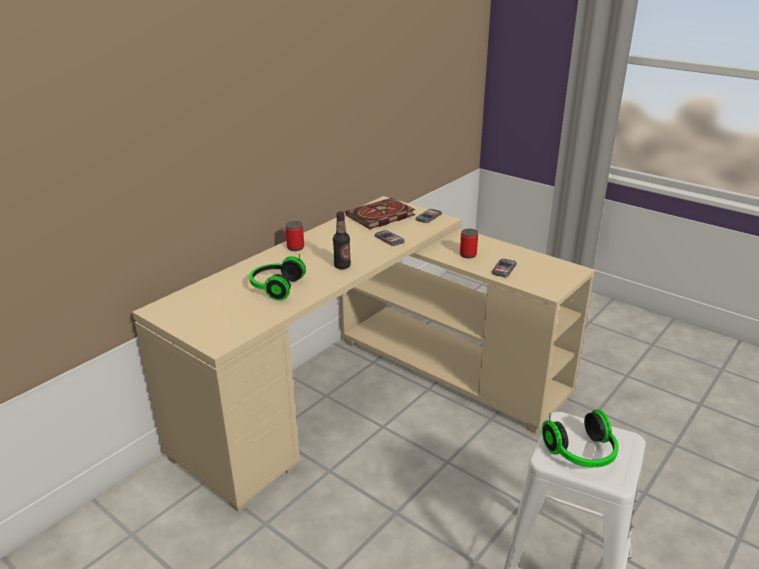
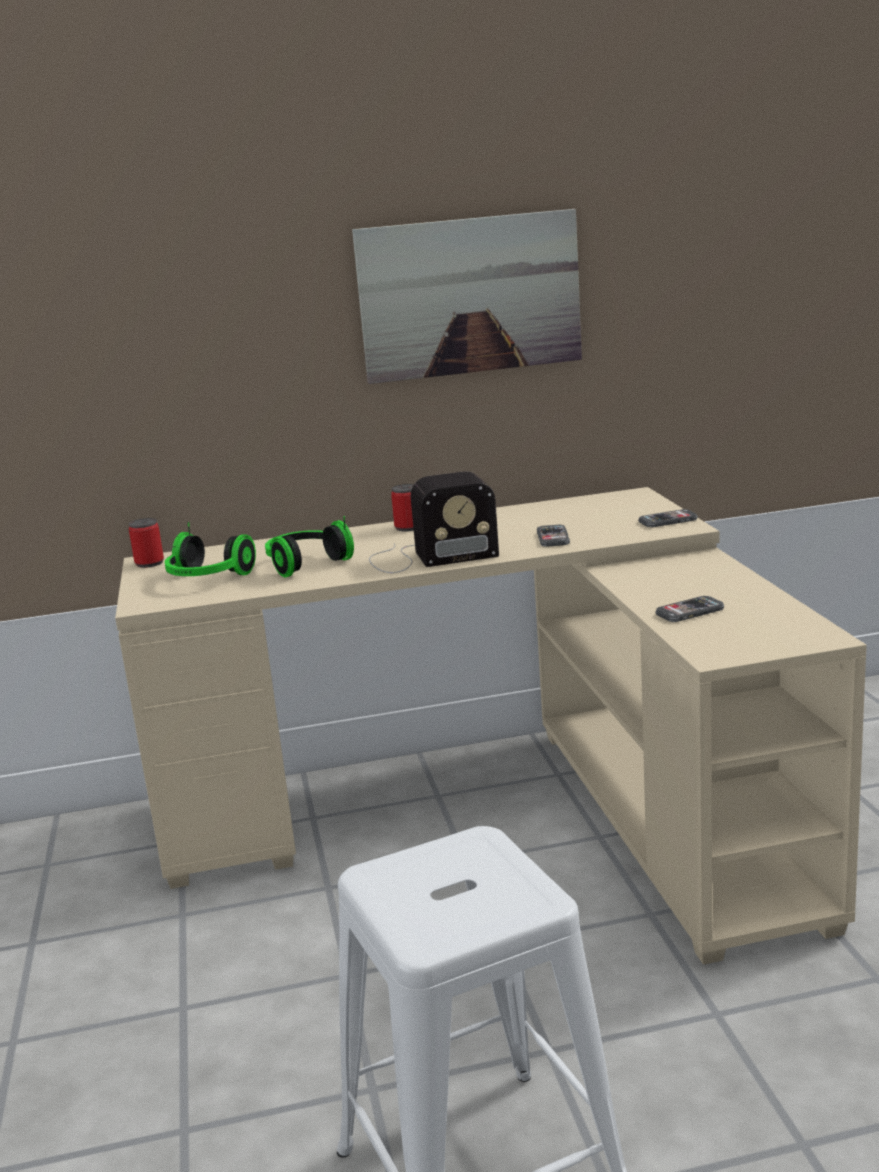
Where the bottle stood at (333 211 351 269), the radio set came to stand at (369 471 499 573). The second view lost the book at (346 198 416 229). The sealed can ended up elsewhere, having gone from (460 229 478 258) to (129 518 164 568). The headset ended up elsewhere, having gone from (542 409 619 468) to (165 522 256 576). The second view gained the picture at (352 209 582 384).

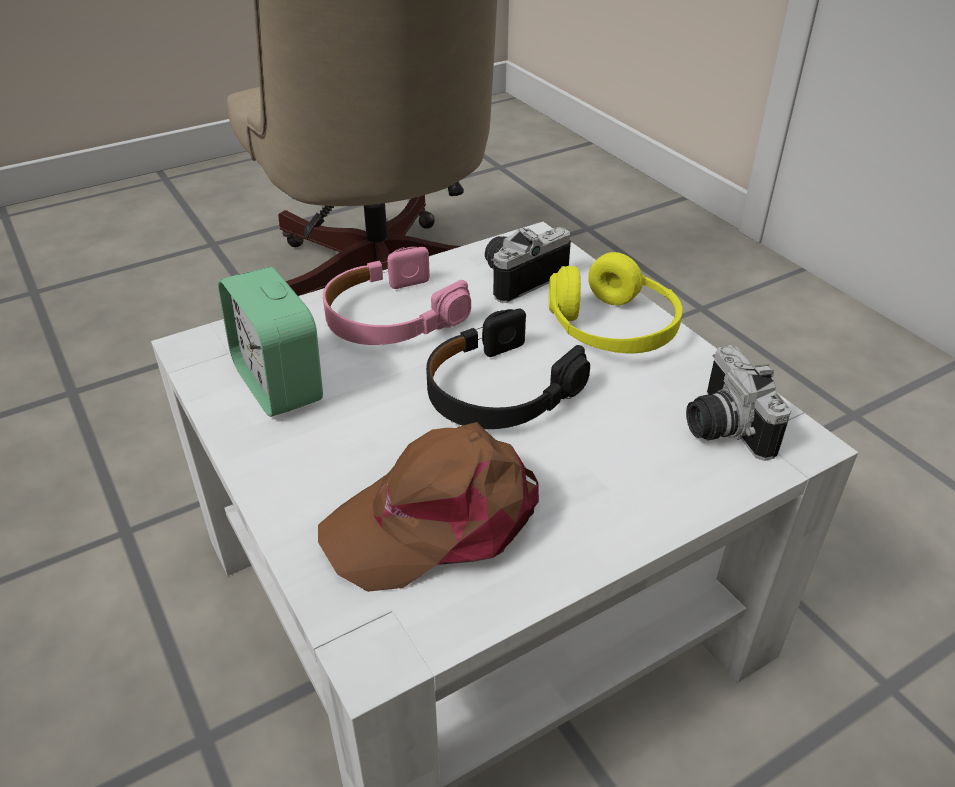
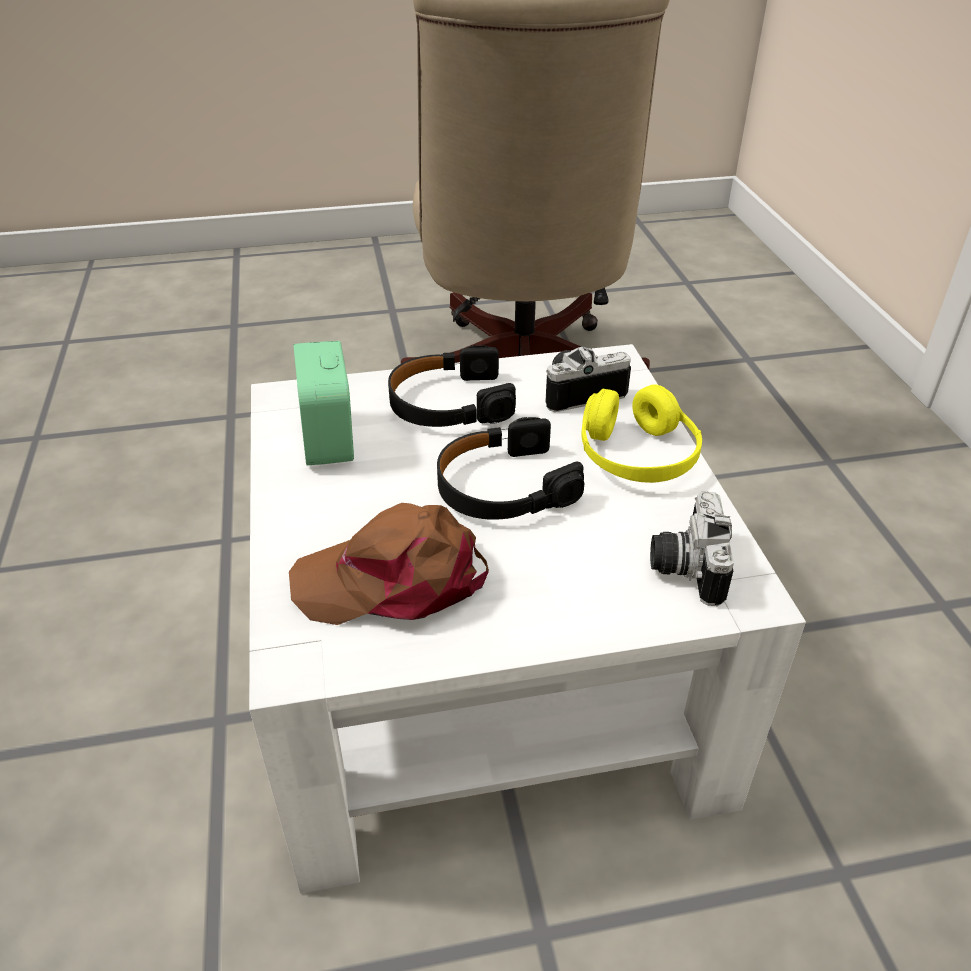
What was the pinkish headset at (323 247 471 345) turned into the black headset at (388 345 516 427).

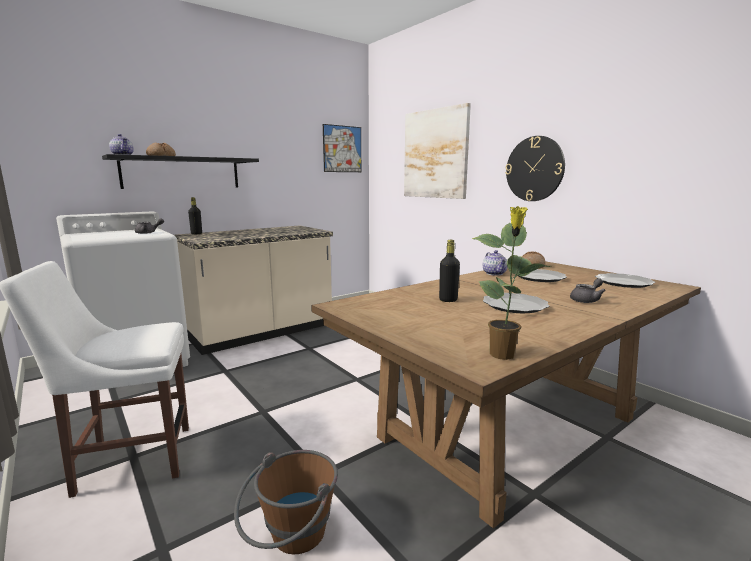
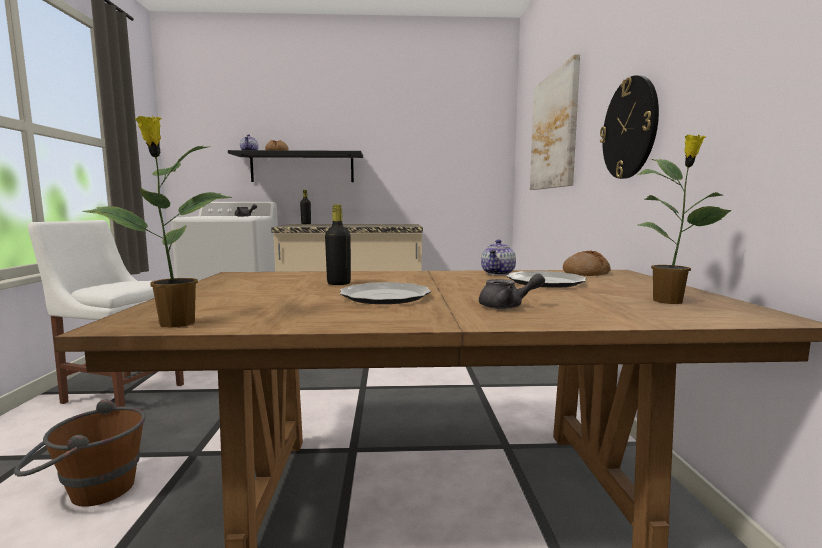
The second view lost the picture at (323 124 361 172). Where the flat dish stood at (595 273 655 288), the plant in a pot came to stand at (637 135 731 304).

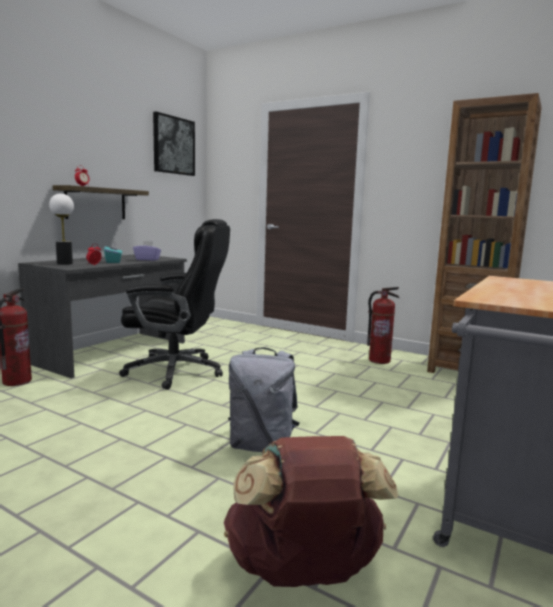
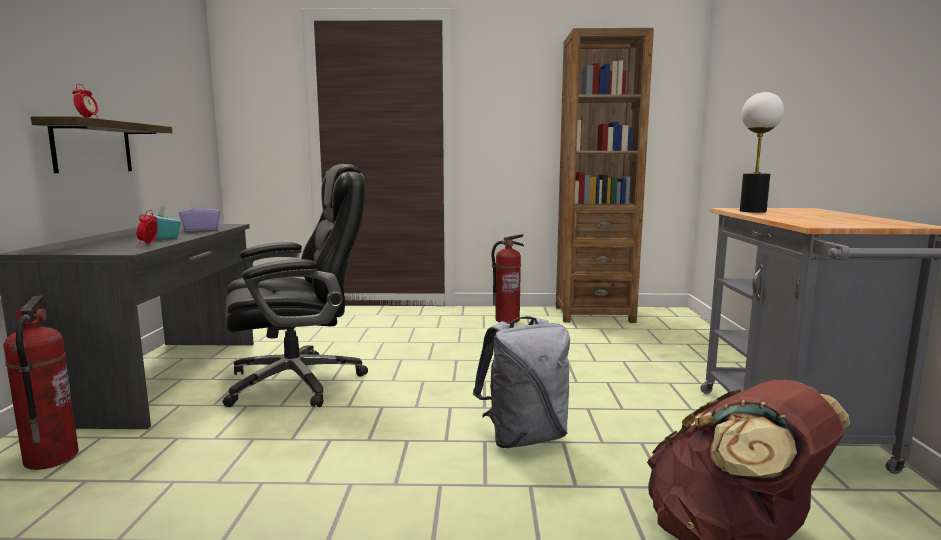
The tabletop lamp ended up elsewhere, having gone from (49 193 74 265) to (740 92 784 213). The second view lost the picture at (153 112 195 176).

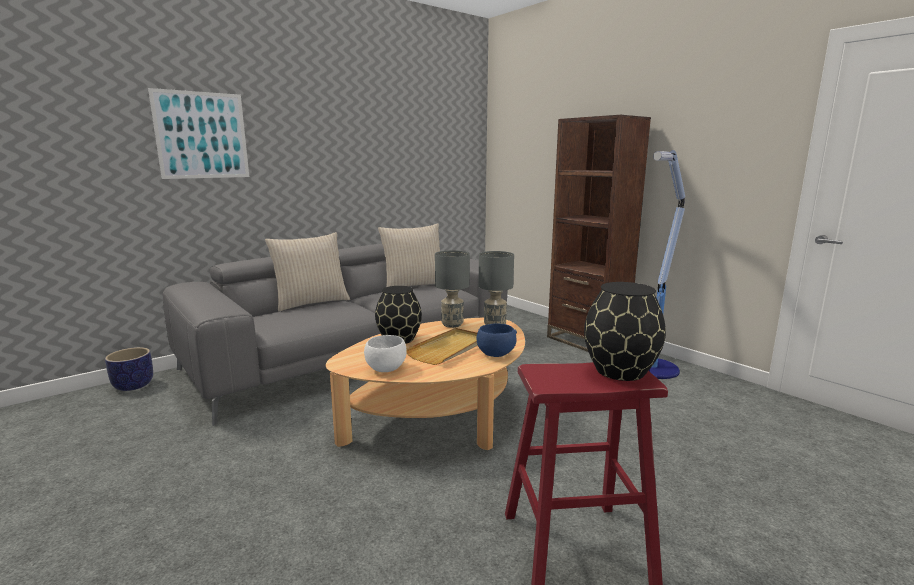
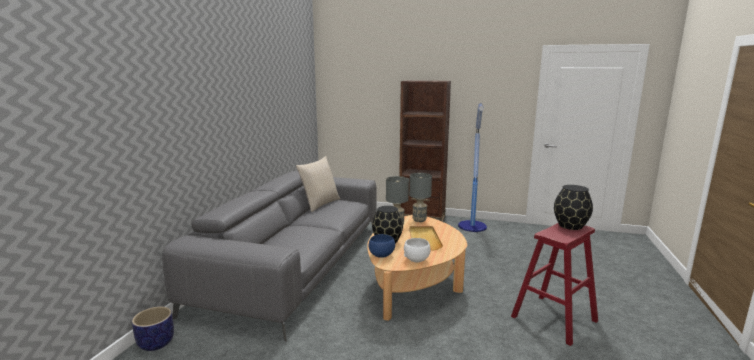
The second view lost the picture at (148 88 249 179). The second view lost the beige throw pillow at (265 232 350 312). The blue-coloured bowl ended up elsewhere, having gone from (477 323 517 357) to (369 234 395 258).

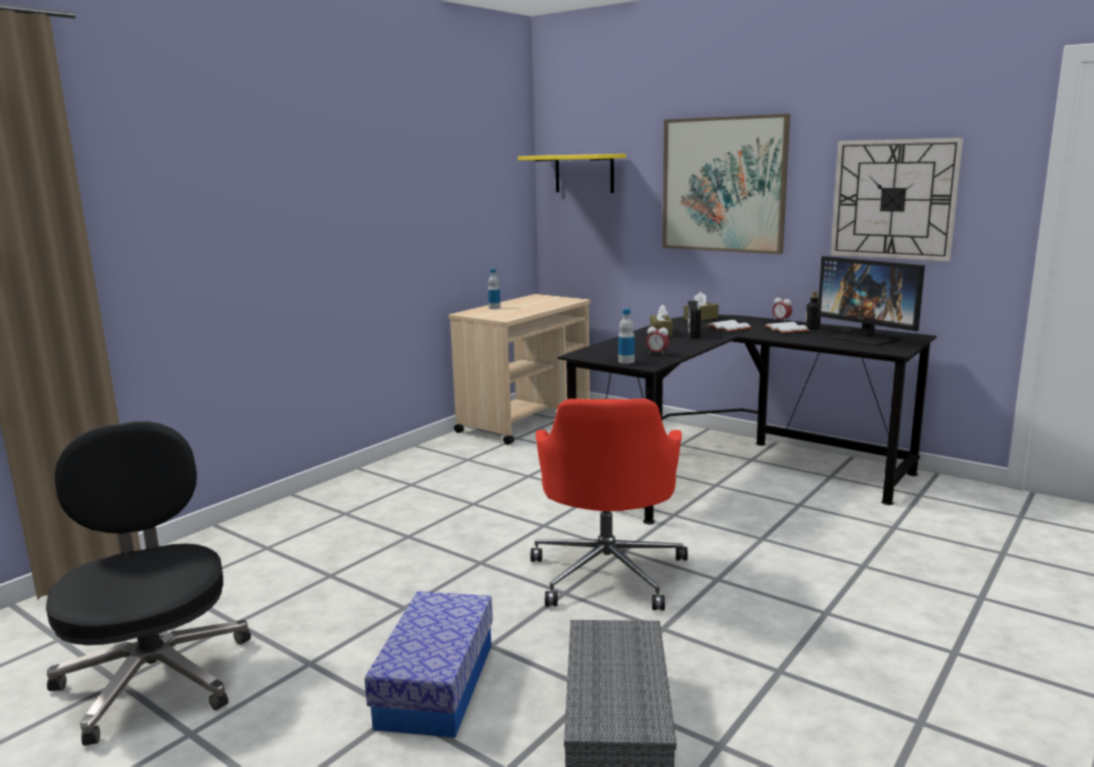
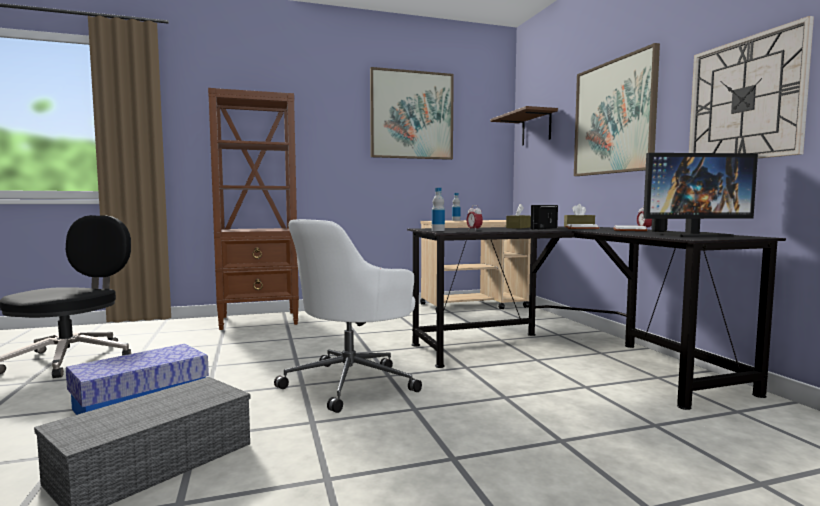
What was the yellow-coloured bracket shelf at (518 154 626 193) turned into the brown bracket shelf at (490 106 558 146). What was the red office chair at (530 399 688 610) turned into the white office chair at (274 219 422 413). The computer display at (818 256 925 346) ended up facing another way, 90 degrees counterclockwise from before. The second view gained the brown bookshelf at (208 88 299 330). The second view gained the picture at (370 67 454 160).

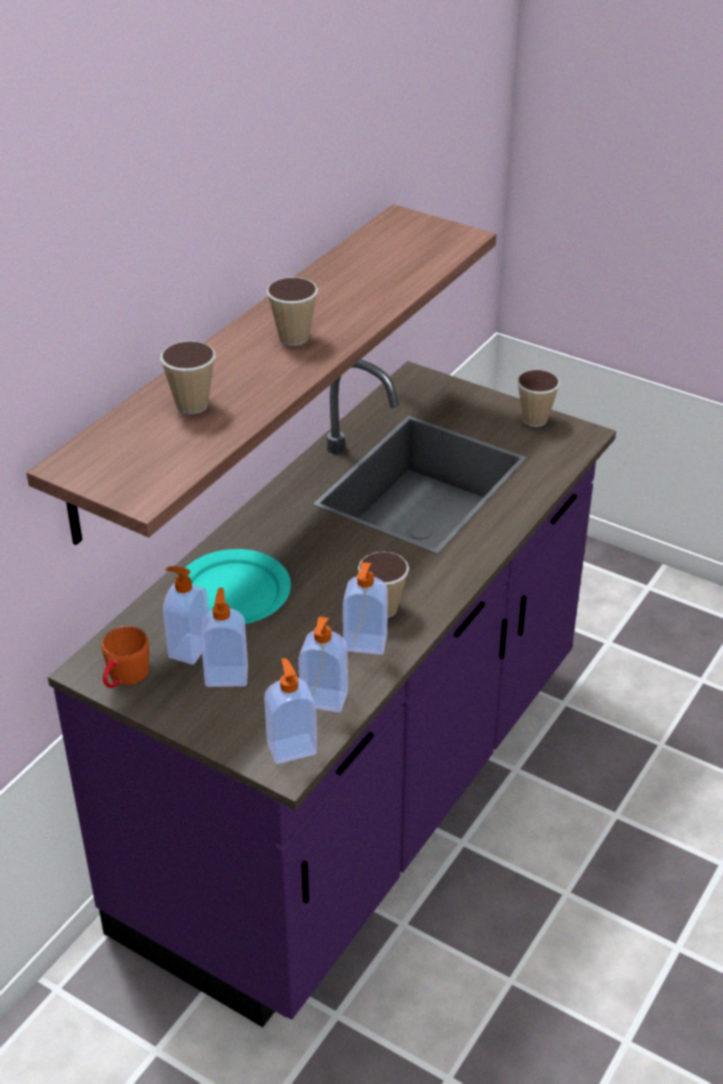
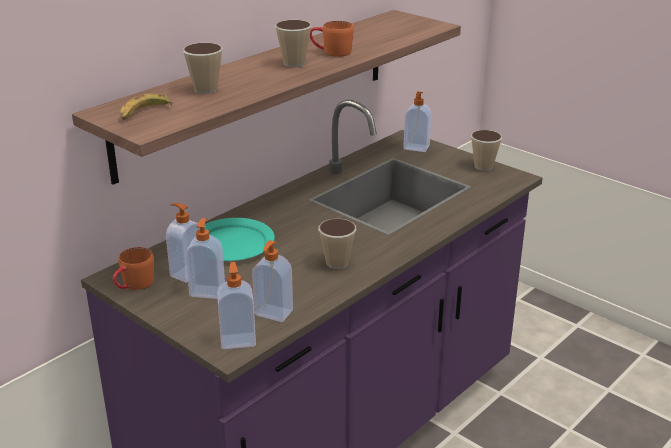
The soap dispenser ended up elsewhere, having gone from (343 562 388 655) to (403 91 432 152). The second view gained the banana at (120 93 172 120). The second view gained the orange-coloured tea mug at (310 21 354 57).

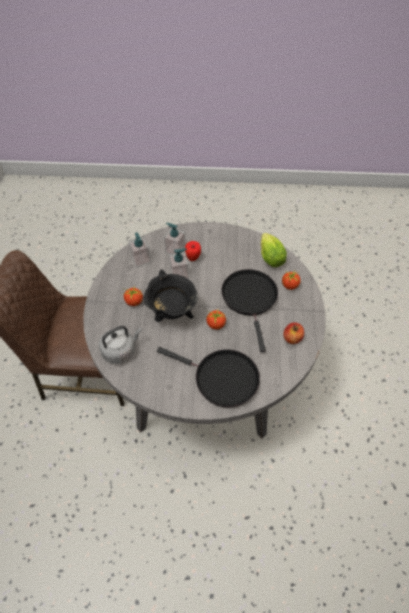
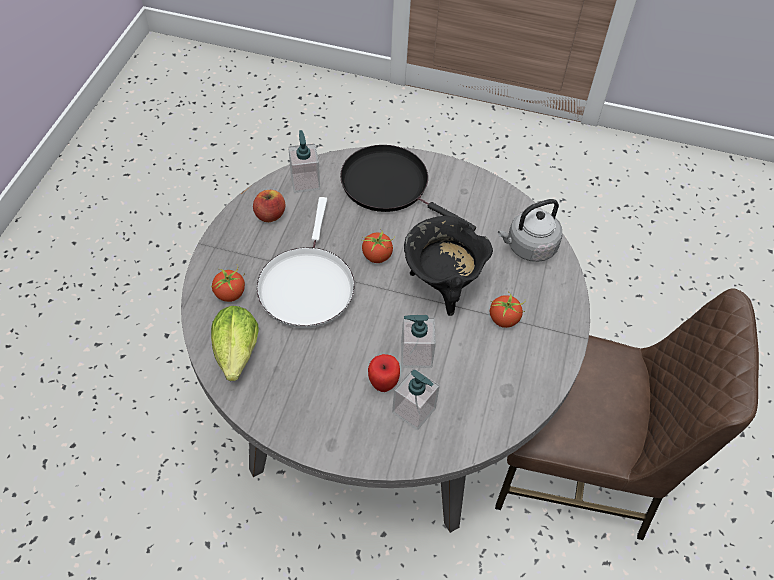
The soap dispenser ended up elsewhere, having gone from (128 233 151 268) to (288 130 320 193). What was the black skillet at (222 269 278 352) turned into the white skillet at (257 197 355 328).

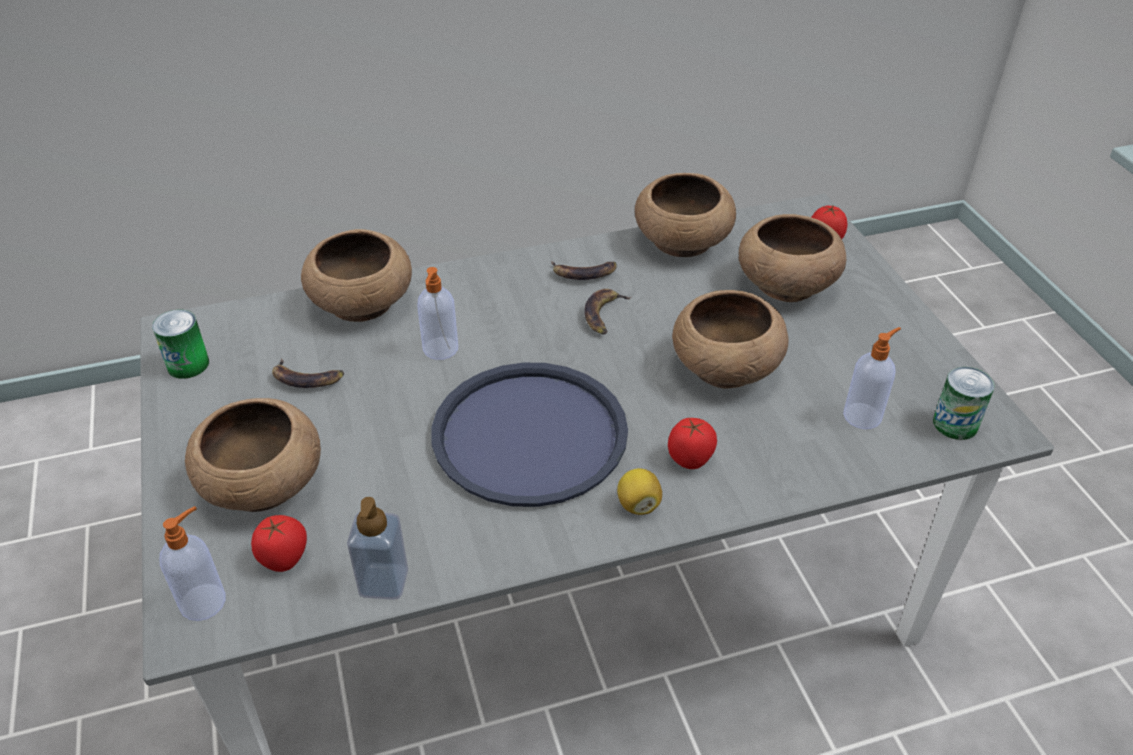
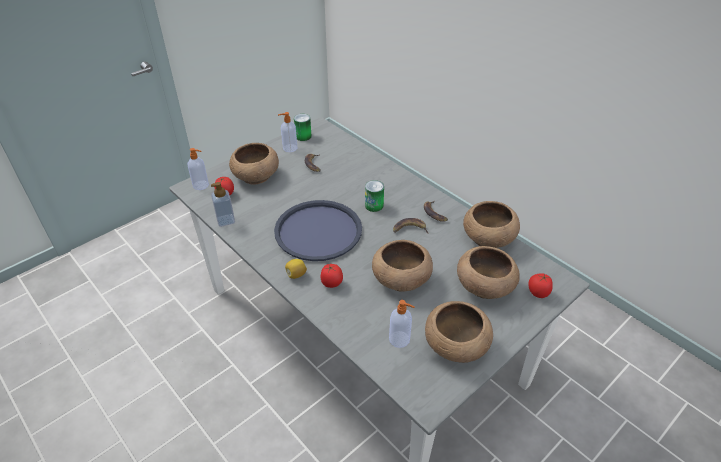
The brown bowl ended up elsewhere, having gone from (301 229 412 322) to (425 301 493 363). The soap dispenser ended up elsewhere, having gone from (417 267 458 360) to (278 112 297 152). The sealed can ended up elsewhere, having gone from (933 367 994 440) to (365 180 384 212).

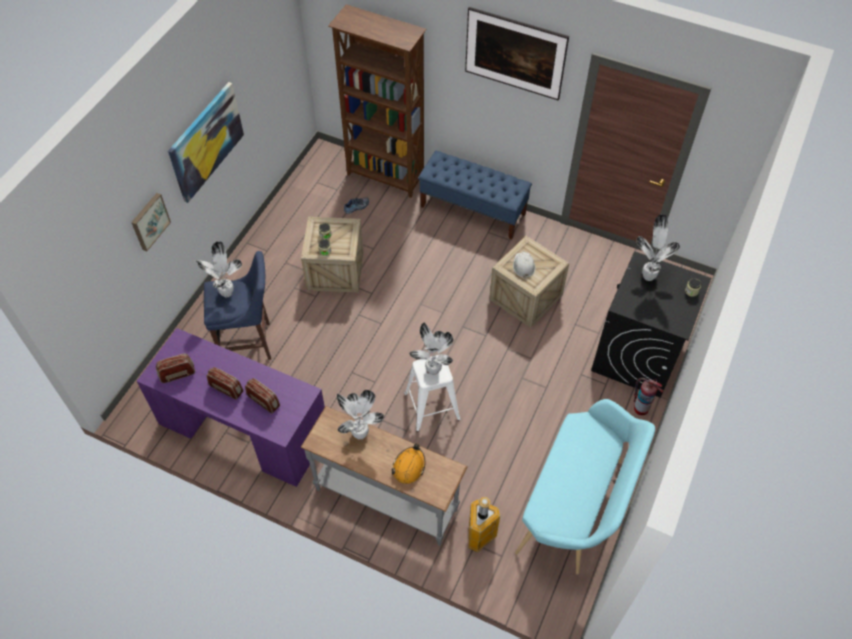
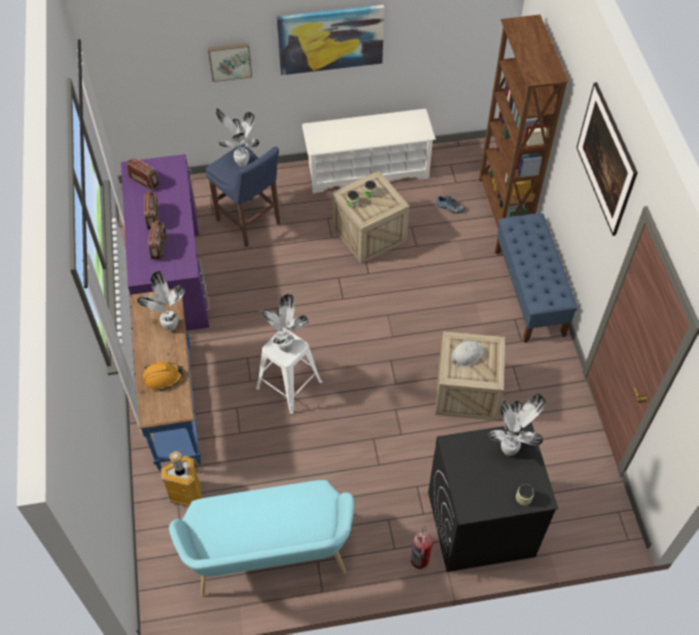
What was the greyish hall table at (301 406 468 546) turned into the blue-coloured hall table at (131 289 201 470). The second view gained the white shoe shelf at (302 109 436 194).

